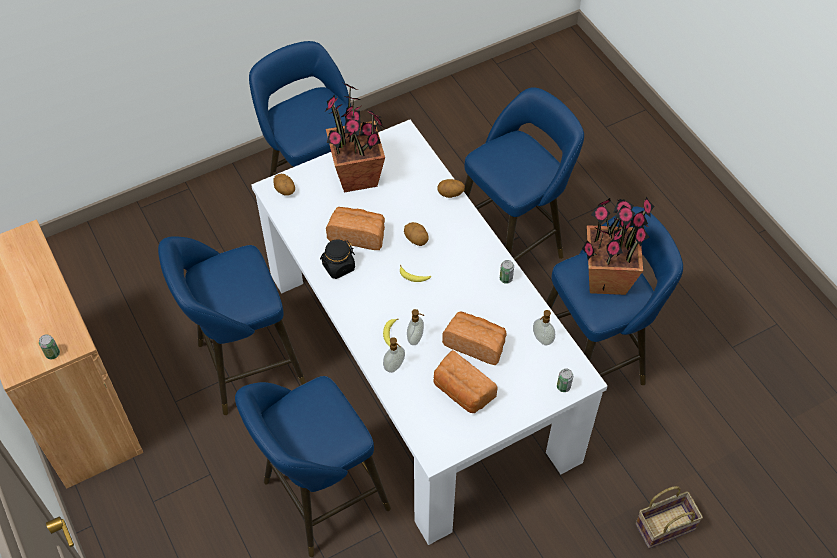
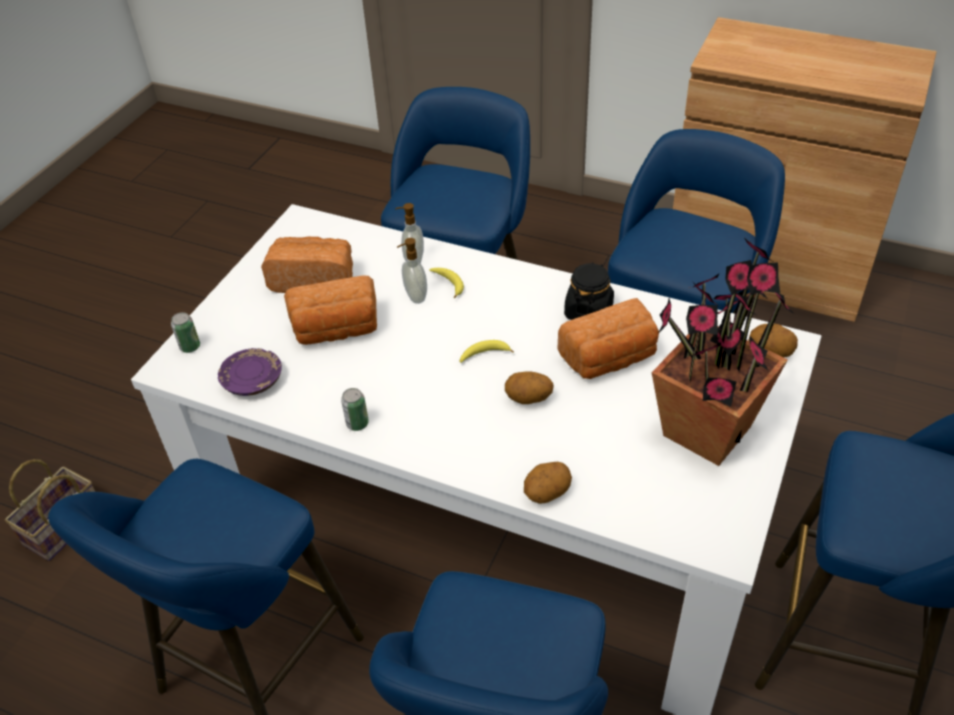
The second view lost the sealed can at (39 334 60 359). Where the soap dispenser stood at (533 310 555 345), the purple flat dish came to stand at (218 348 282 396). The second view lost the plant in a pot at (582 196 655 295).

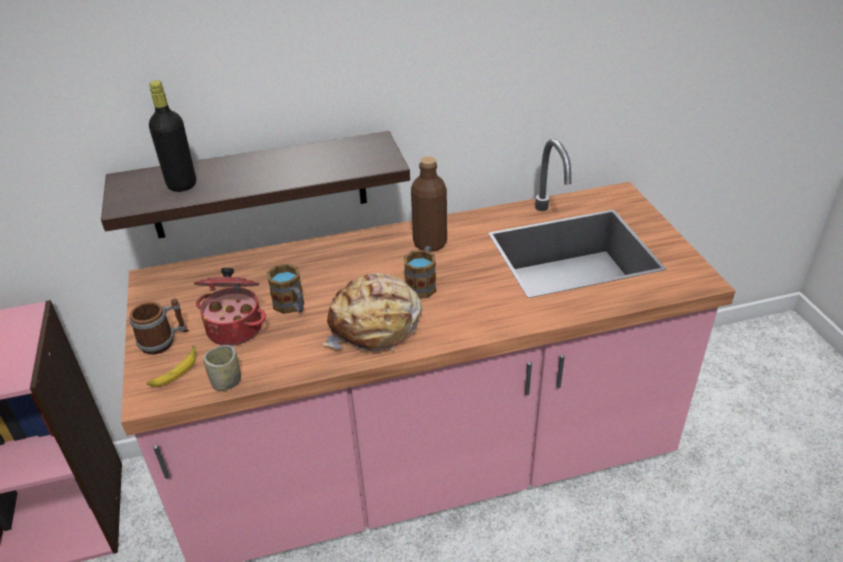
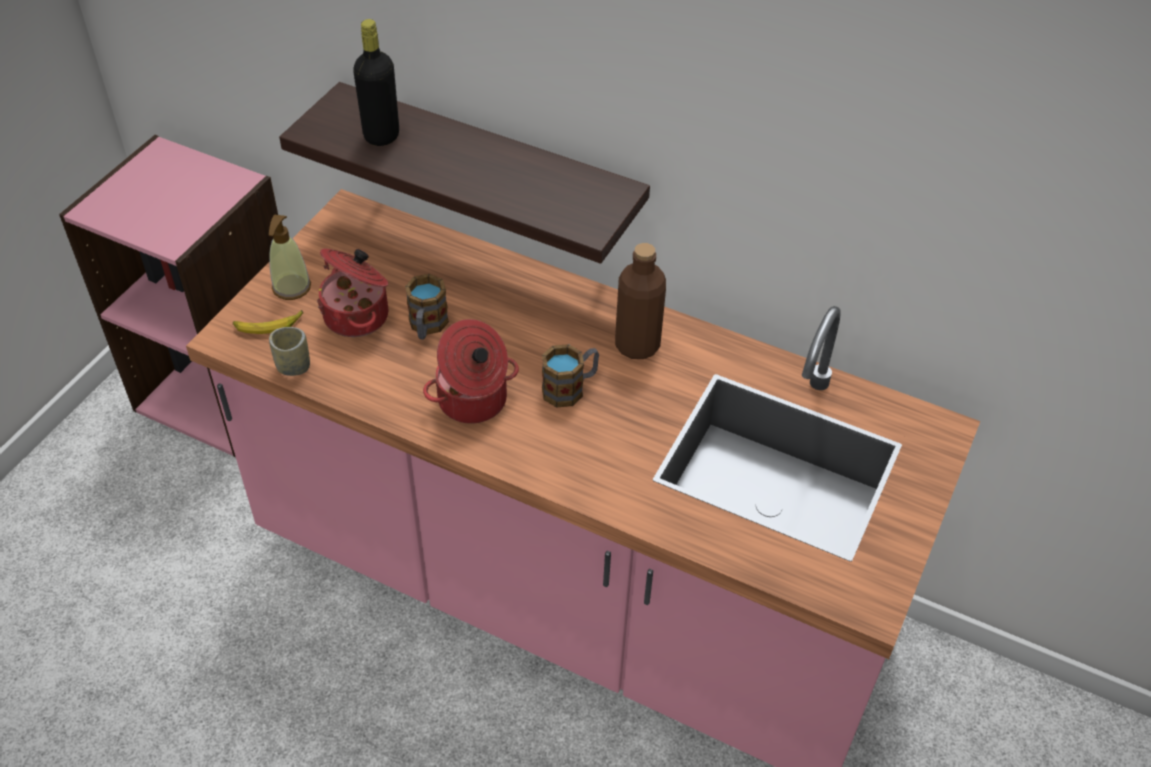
Where the tea mug stood at (129 298 189 354), the soap dispenser came to stand at (269 214 311 300). Where the bakery bread stood at (323 273 422 351), the saucepot came to stand at (423 319 519 424).

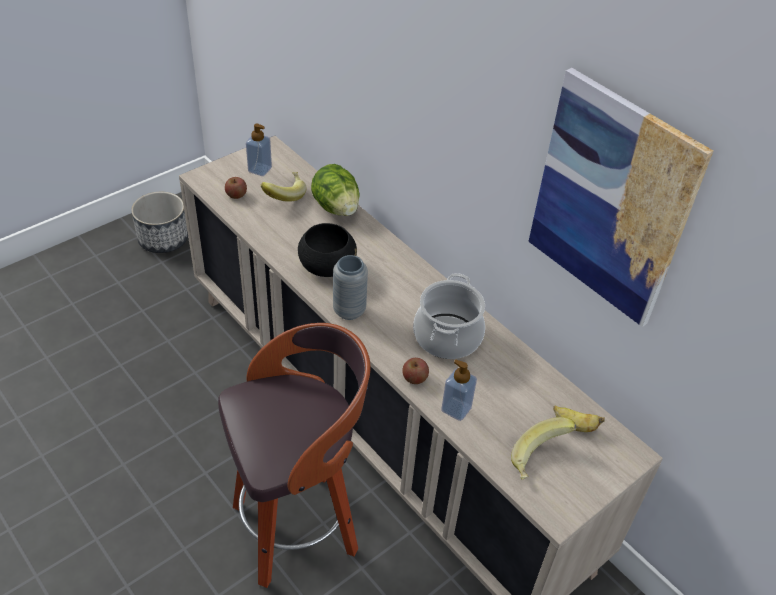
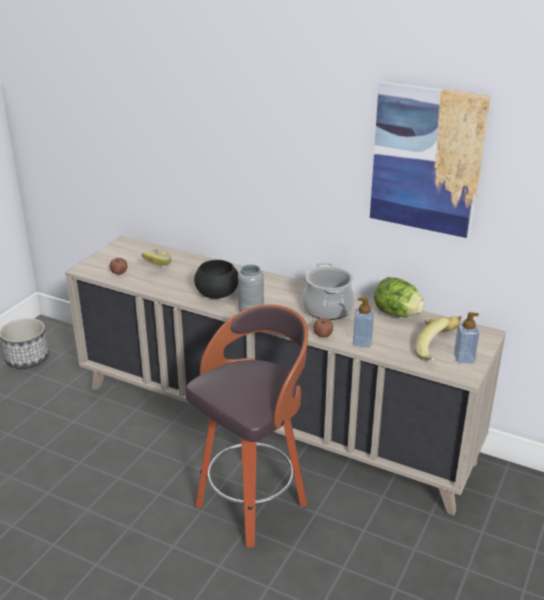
The soap dispenser ended up elsewhere, having gone from (246 124 272 176) to (454 312 479 363). The head of lettuce ended up elsewhere, having gone from (311 164 360 216) to (374 277 425 317).

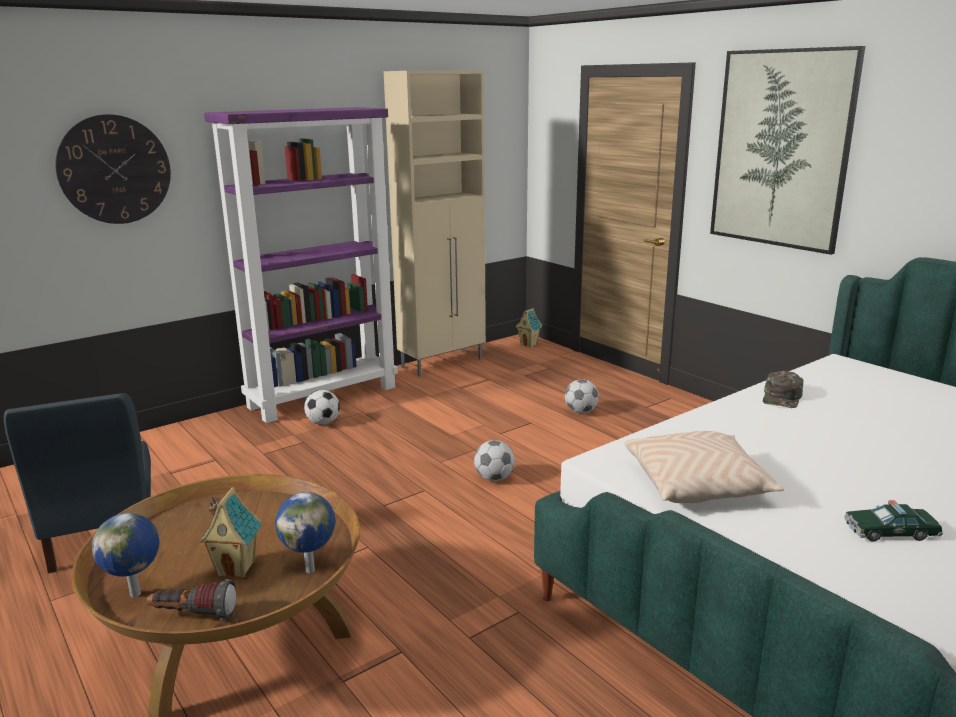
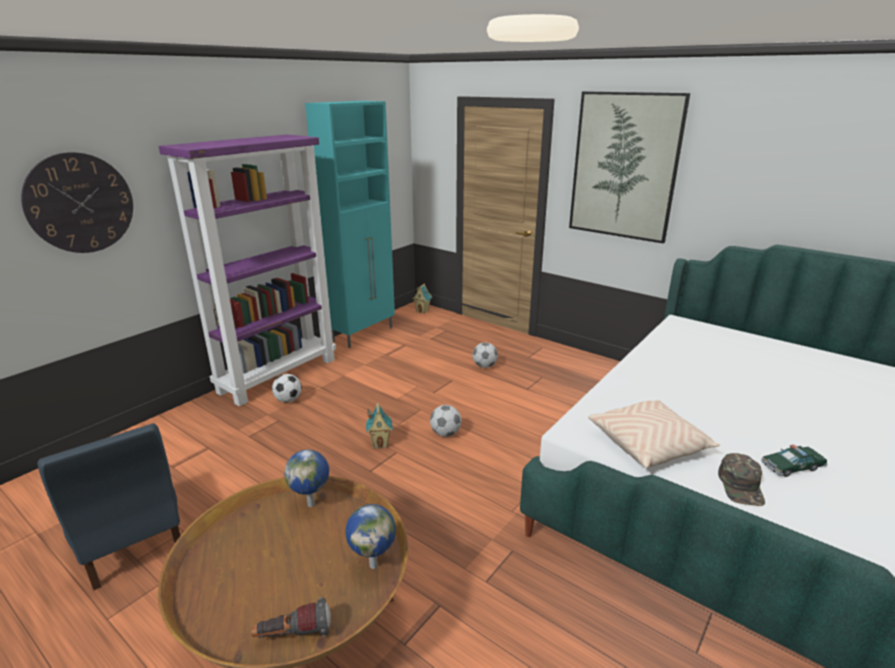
The world globe ended up elsewhere, having gone from (92 513 159 598) to (284 450 329 507). The model house ended up elsewhere, having gone from (200 487 262 578) to (366 403 393 449). What was the beige storage cabinet at (384 70 486 376) turned into the turquoise storage cabinet at (305 101 395 348). The greenish baseball cap ended up elsewhere, having gone from (763 371 804 408) to (718 453 765 506).

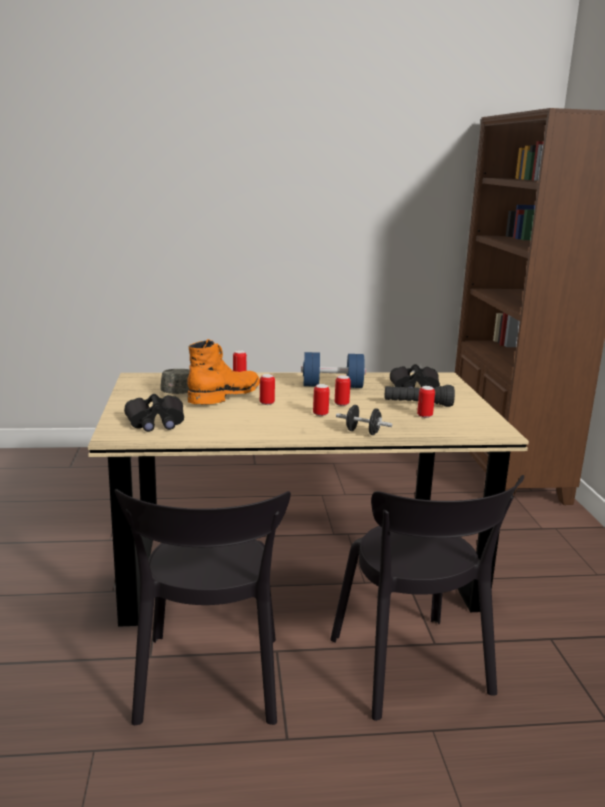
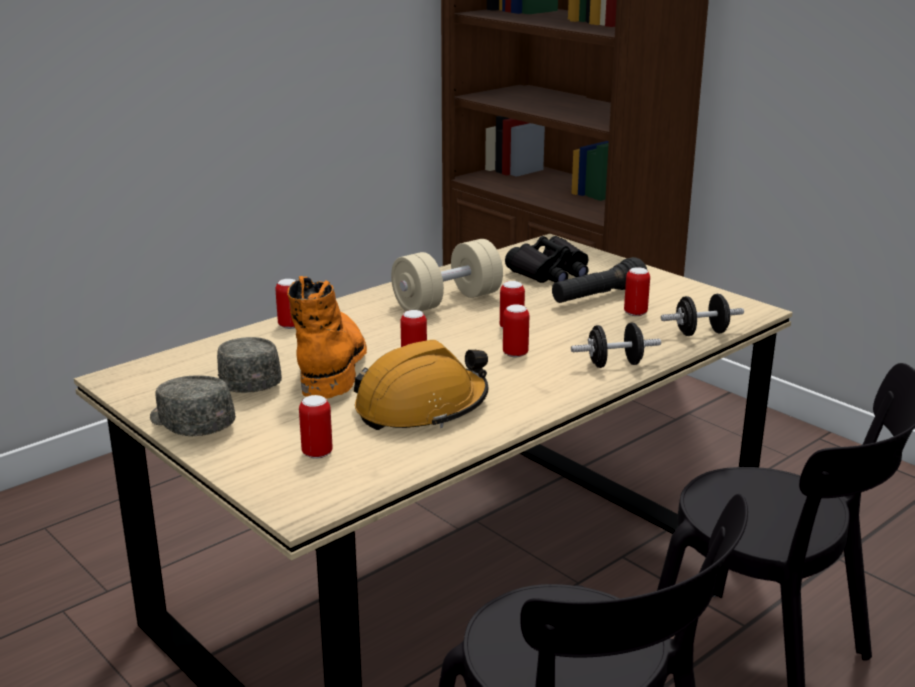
Where the black field glasses stood at (124 394 184 432), the sealed can came to stand at (299 395 333 459). What was the blue-coloured free weight at (301 352 366 388) turned into the beige free weight at (391 239 503 311). The second view gained the greyish baseball cap at (150 375 236 436). The second view gained the orange-coloured work helmet at (354 340 489 430). The second view gained the black free weight at (661 294 744 336).

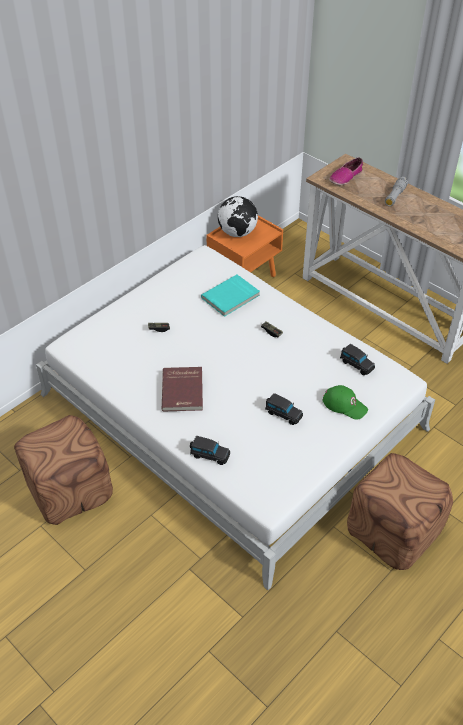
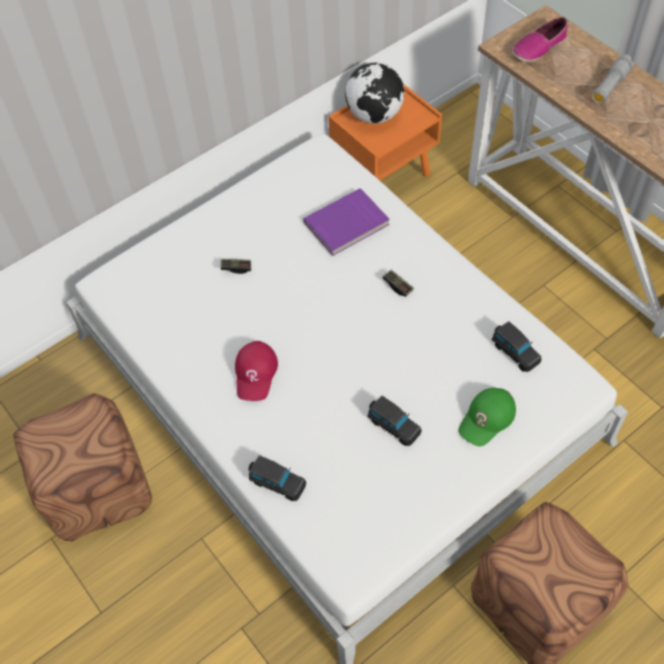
Where the red book stood at (162 367 203 412), the red baseball cap came to stand at (235 341 278 401). What was the turquoise book at (201 275 260 317) turned into the purple book at (303 188 390 256). The greenish baseball cap at (323 385 368 420) ended up facing another way, 90 degrees clockwise from before.

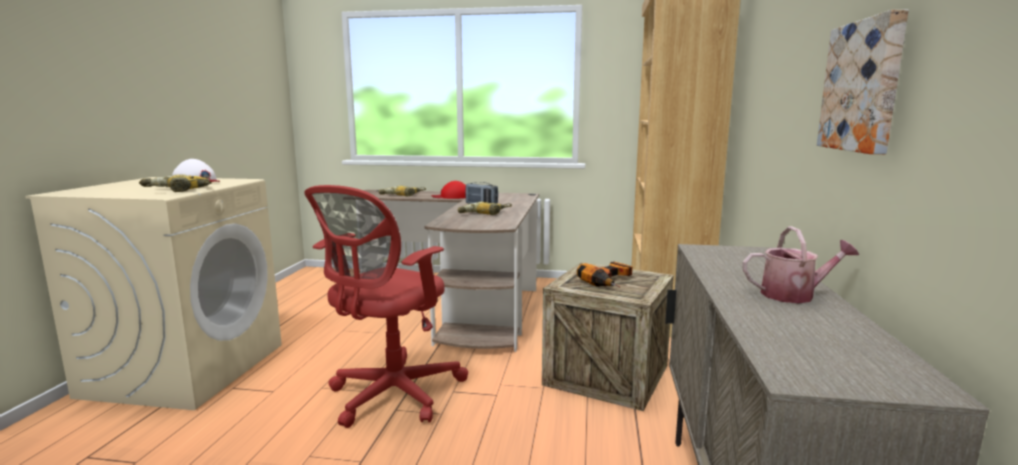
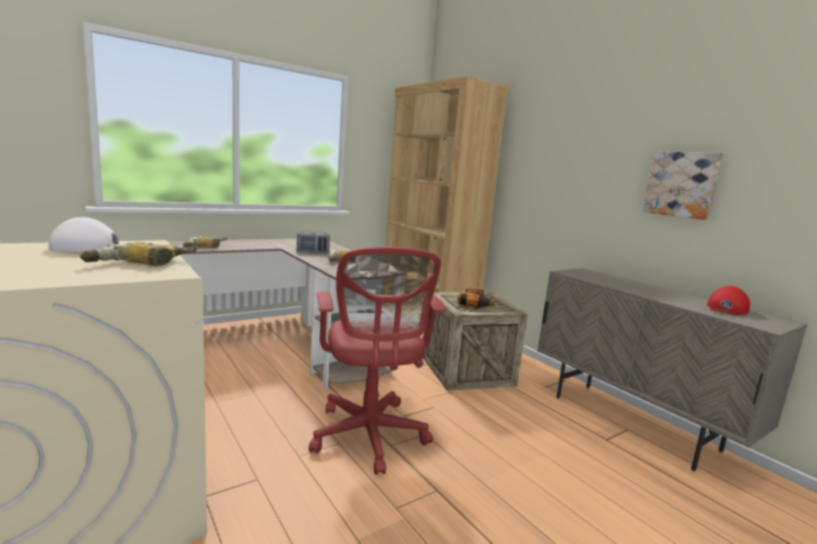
The red baseball cap ended up elsewhere, having gone from (431 181 466 199) to (707 286 750 316). The second view lost the sprinkling can at (743 226 859 303).

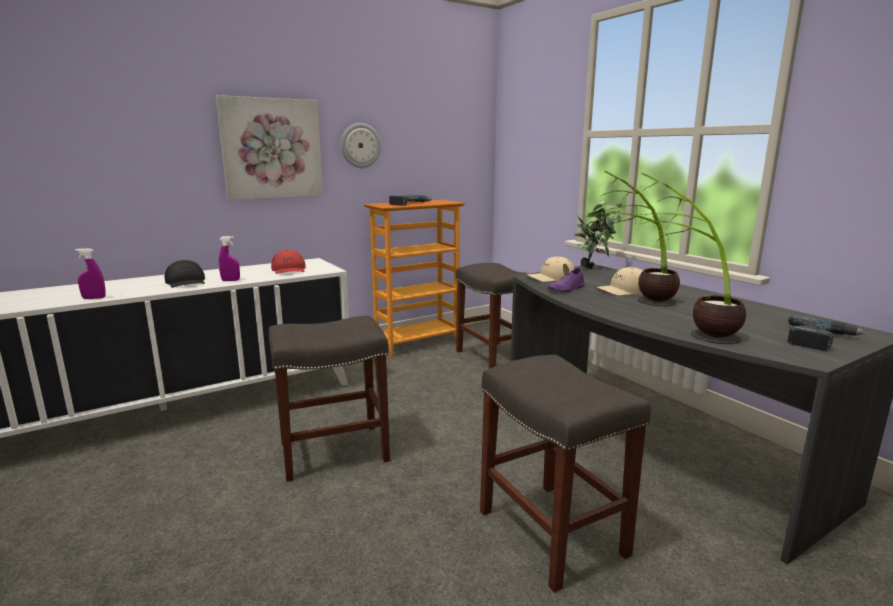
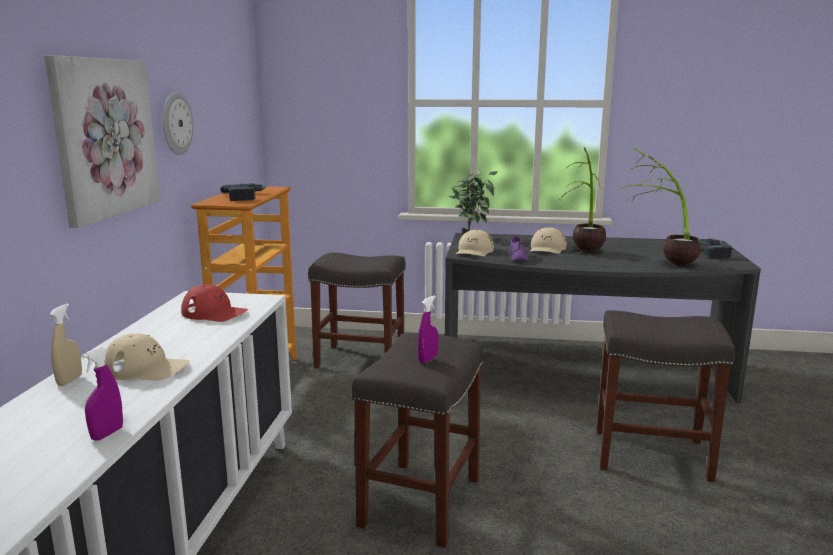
What was the black baseball cap at (164 260 205 288) turned into the beige baseball cap at (104 333 190 380). The purple sprayer ended up elsewhere, having gone from (219 236 240 281) to (418 295 438 363). The second view gained the beige sprayer at (50 304 82 386).

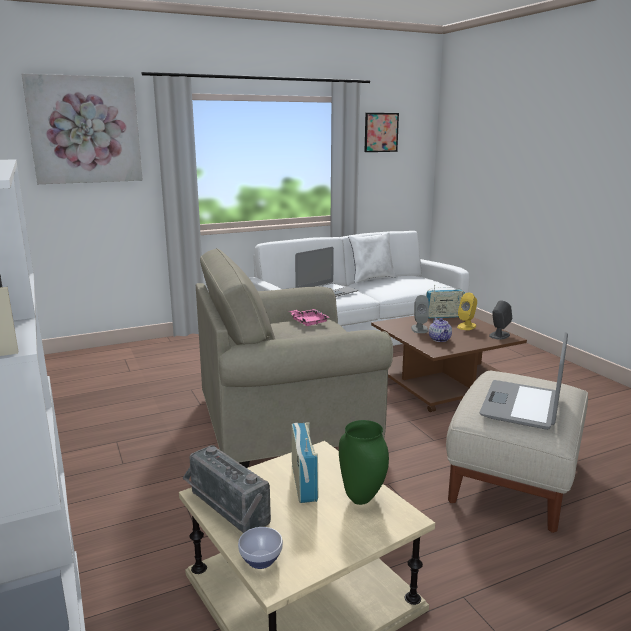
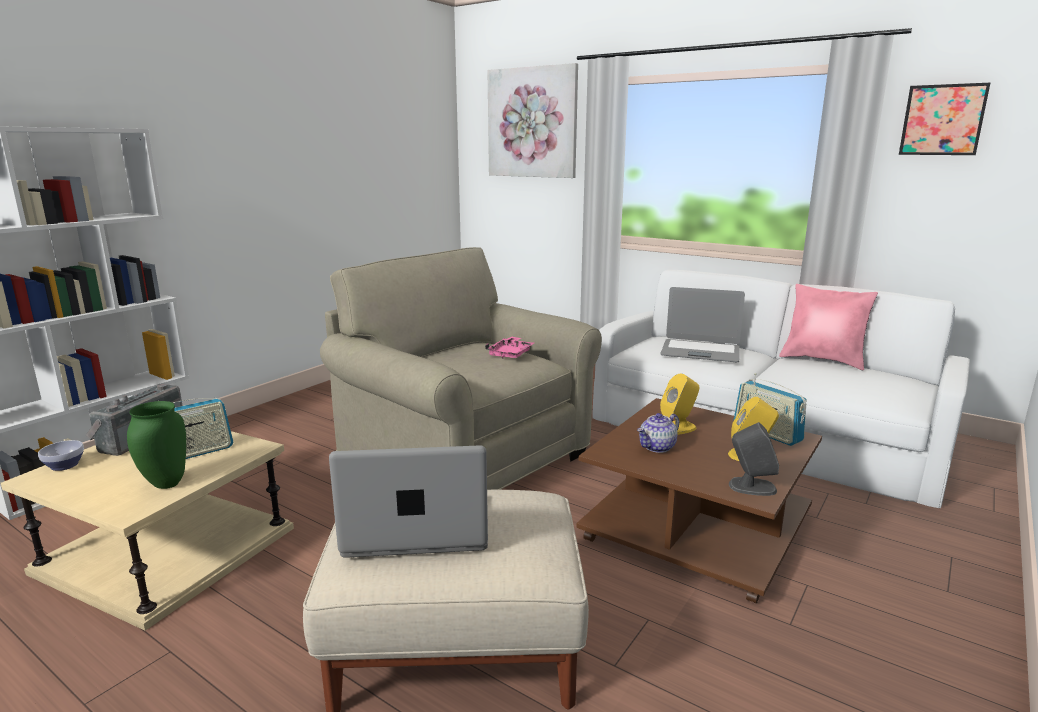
What was the white throw pillow at (348 232 397 283) turned into the pinkish throw pillow at (779 284 878 370). What was the greyish audio speaker at (411 295 429 333) turned into the yellow-coloured audio speaker at (660 374 699 435).

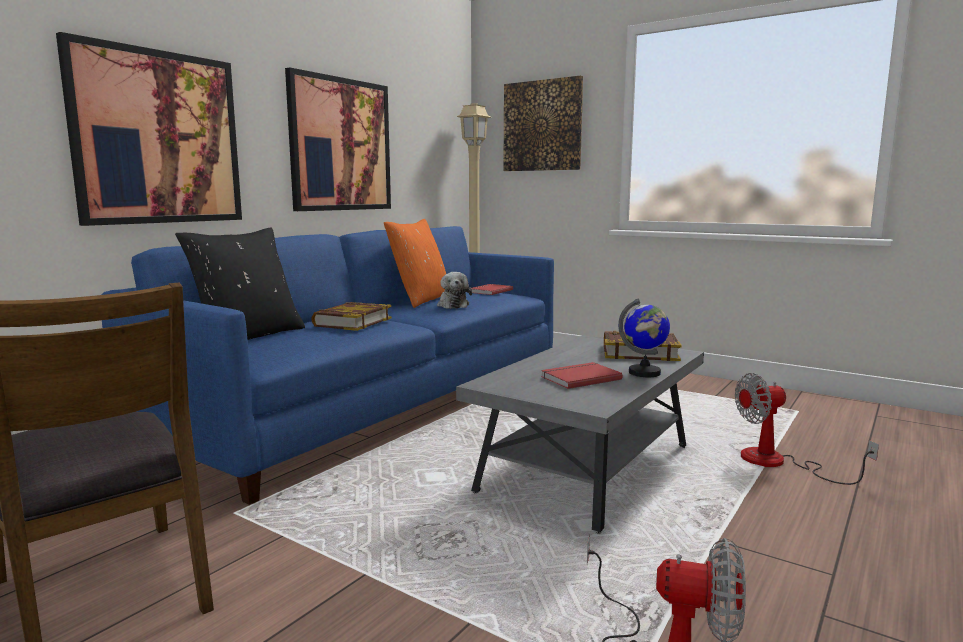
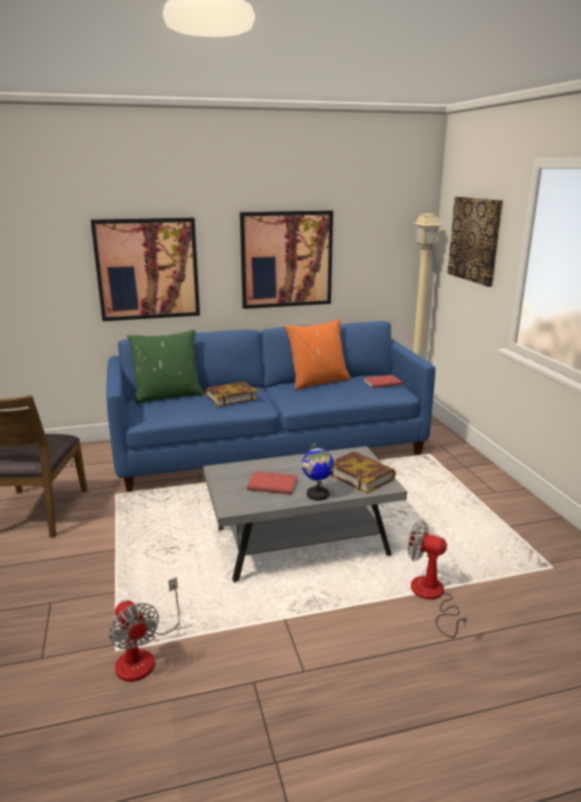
What was the black throw pillow at (175 227 305 340) turned into the greenish throw pillow at (127 330 204 404). The second view lost the plush toy at (437 272 472 309).

